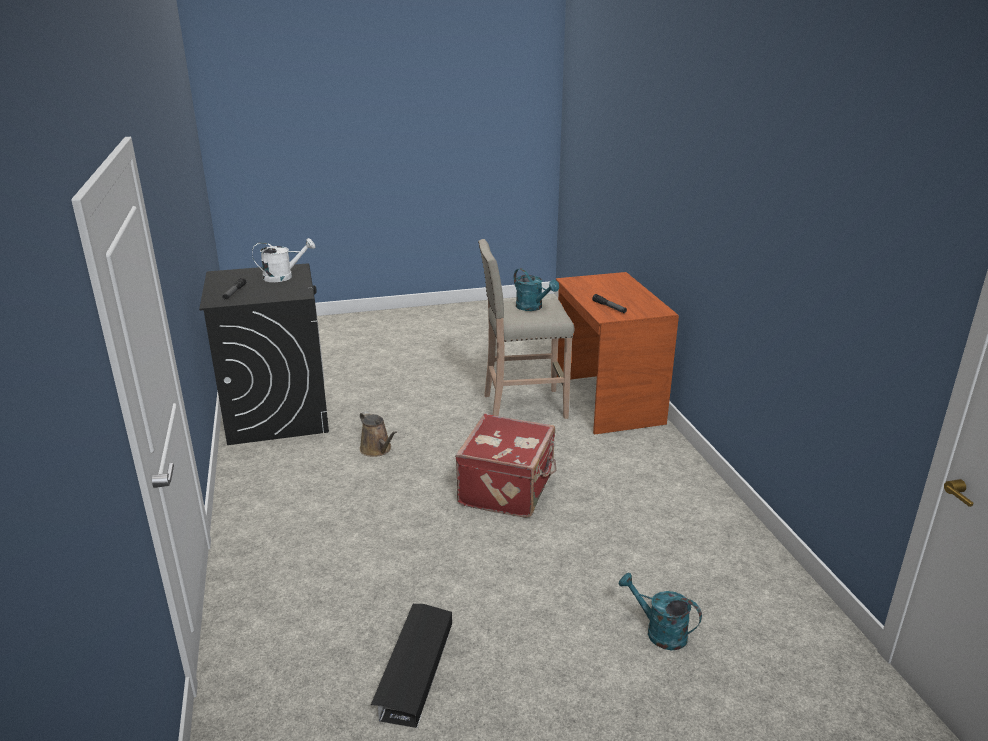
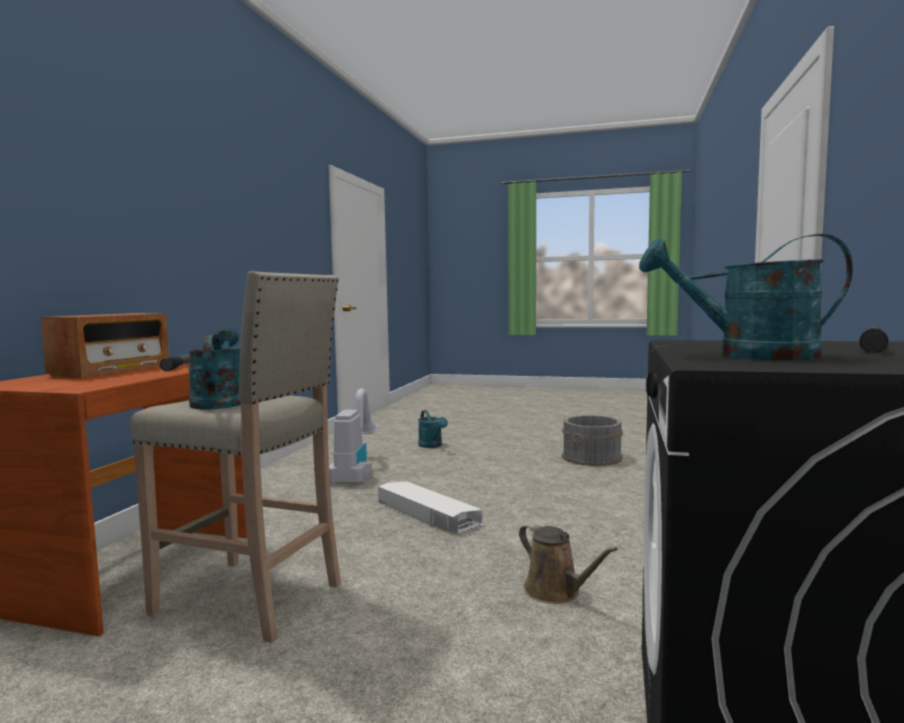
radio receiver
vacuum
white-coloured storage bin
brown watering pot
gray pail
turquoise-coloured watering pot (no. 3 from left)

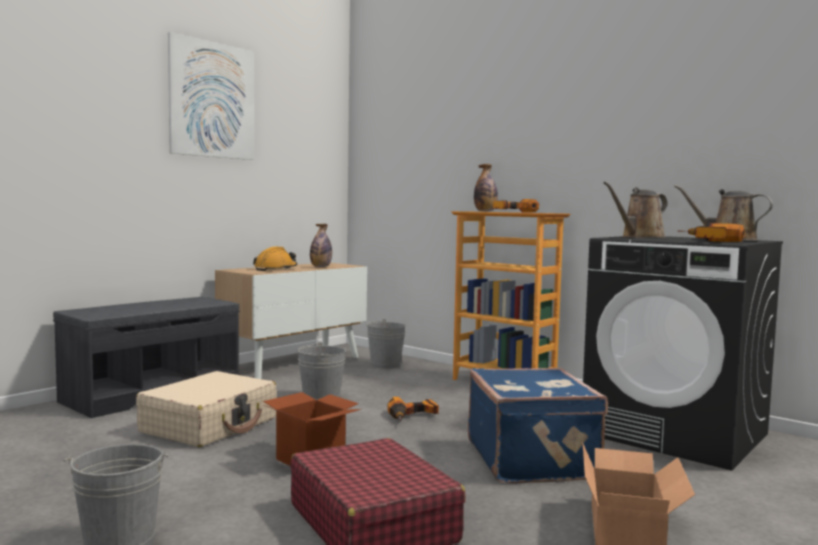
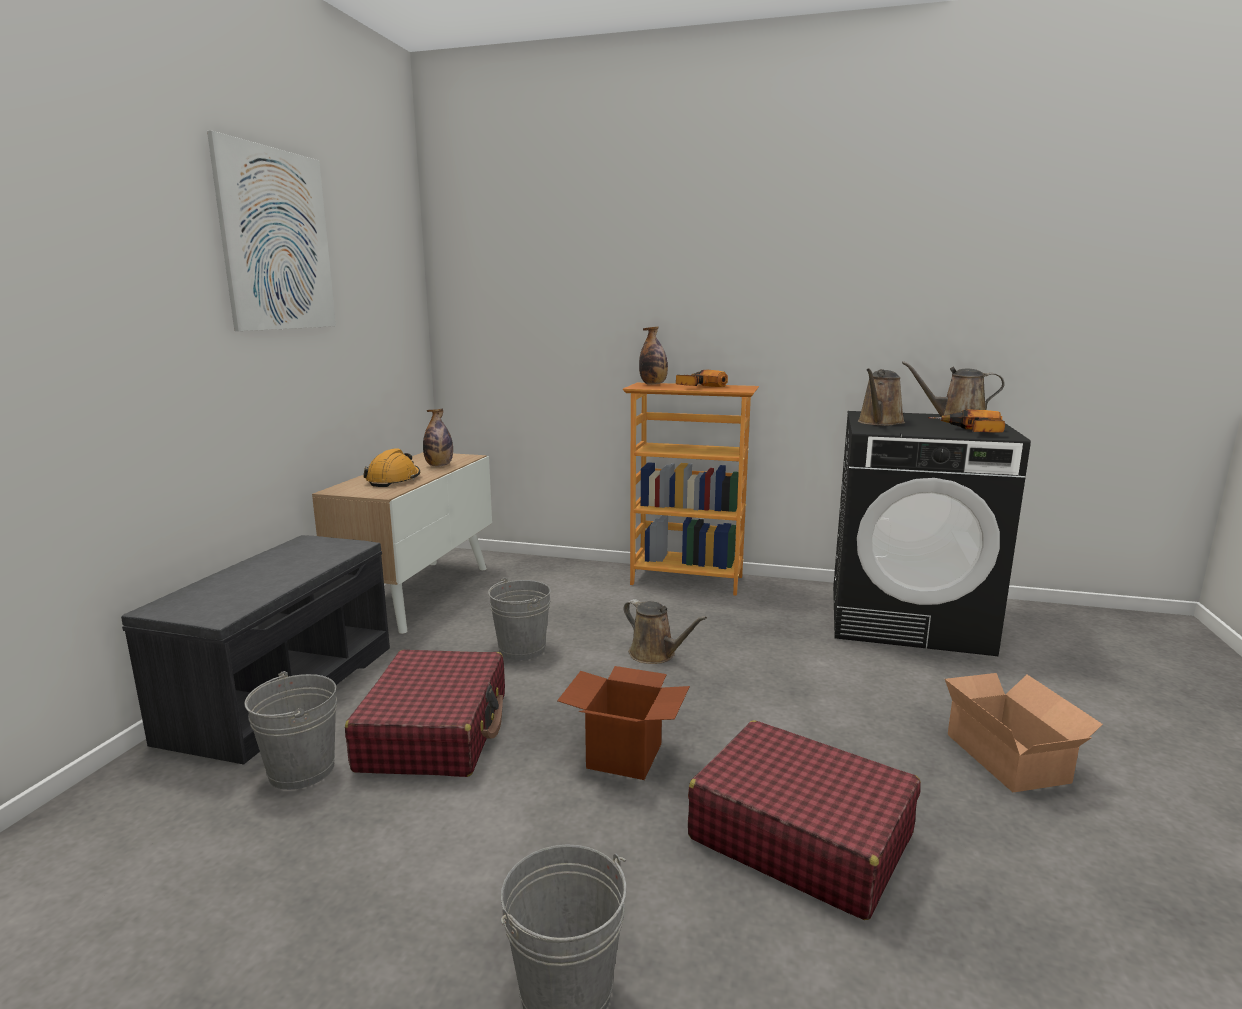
gray pail (no. 1 from left)
reddish piece of luggage (no. 1 from left)
brown watering pot (no. 1 from left)
blue piece of luggage

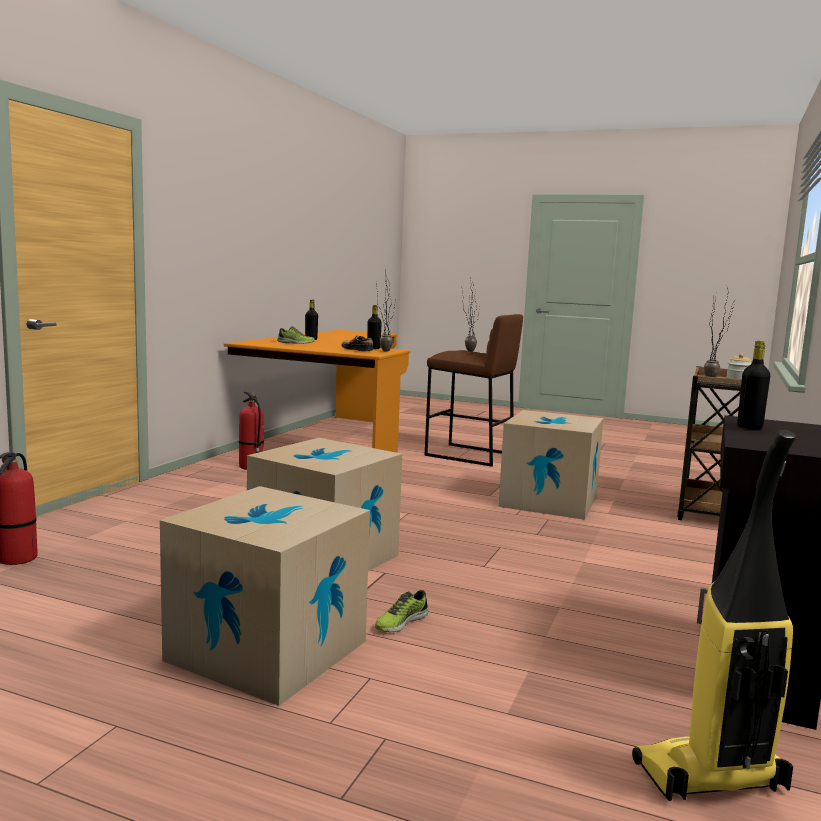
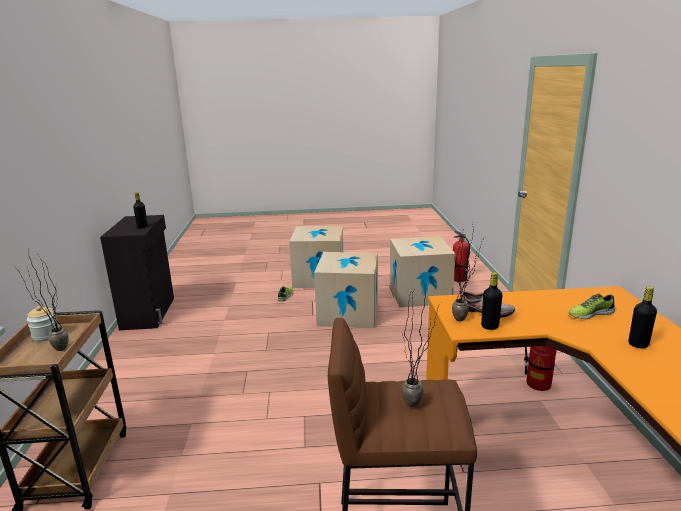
carton (no. 3 from left)
vacuum

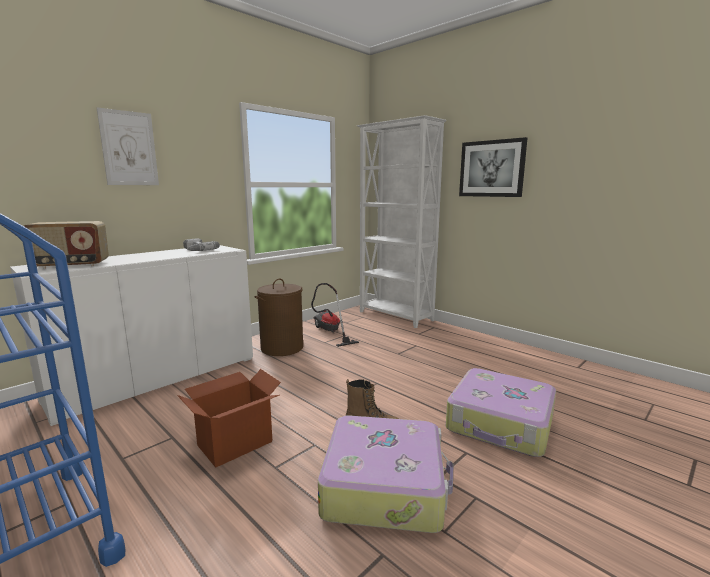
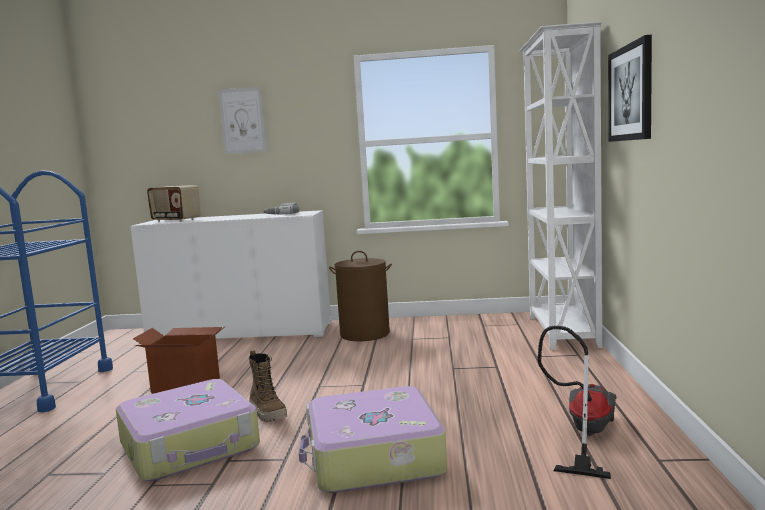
vacuum

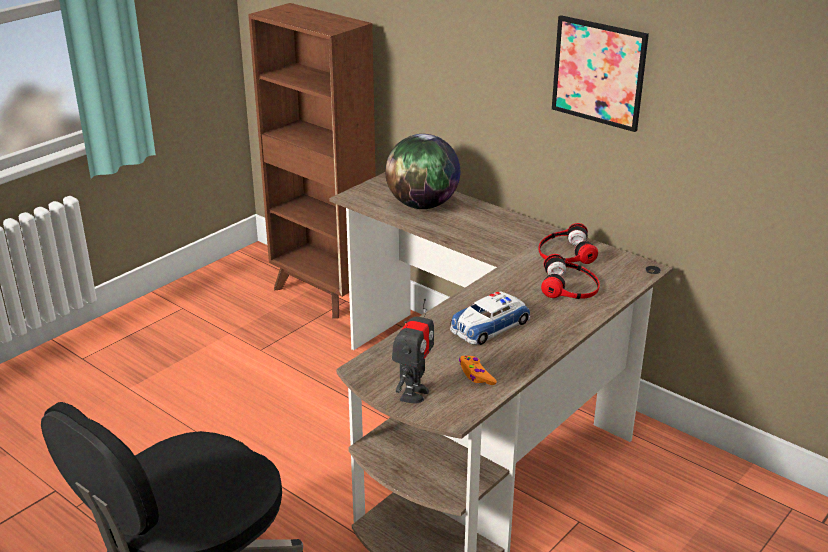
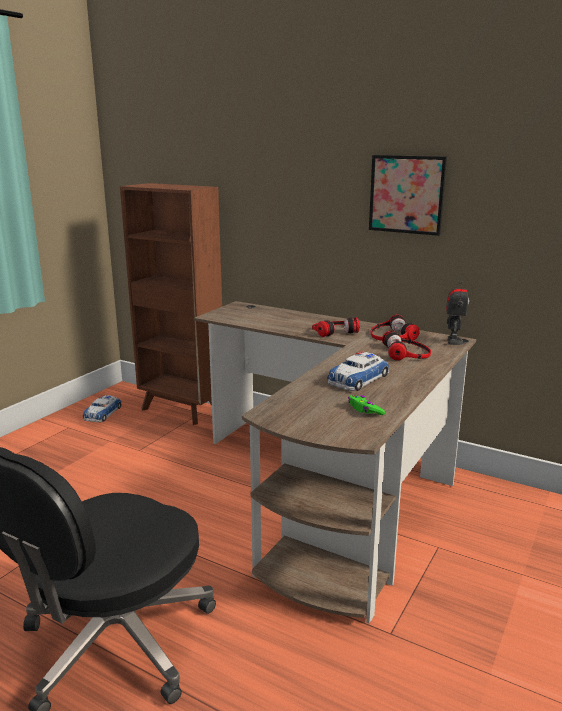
model car (no. 1 from left)
headphones (no. 1 from left)
green-coloured joypad
robot figure
globe

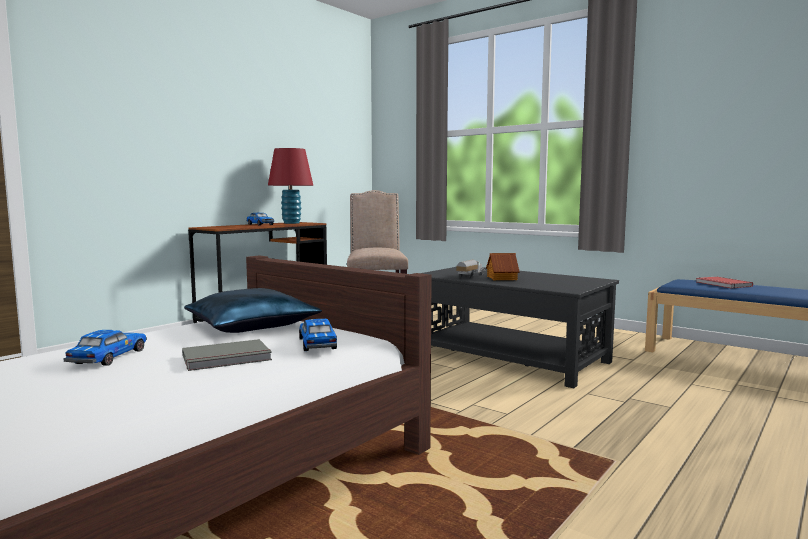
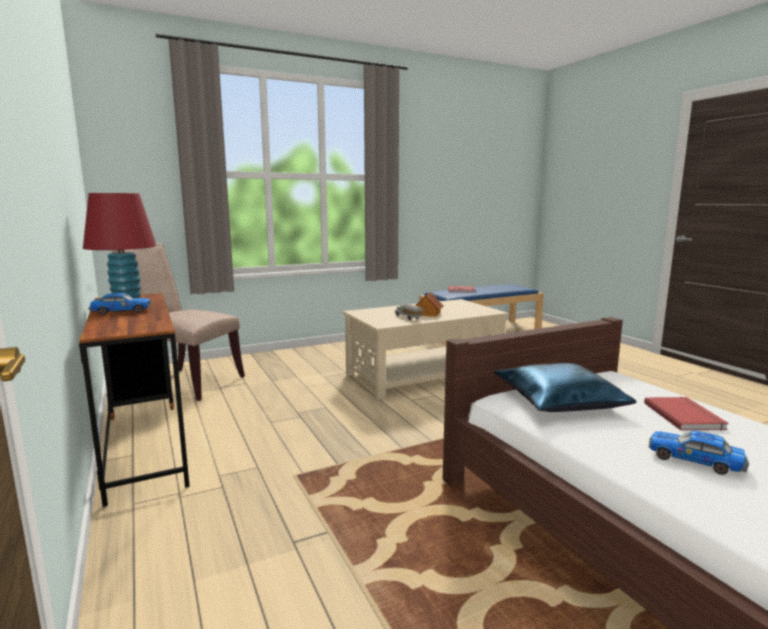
sand-coloured coffee table
reddish book (no. 2 from left)
model car (no. 3 from left in the first image)

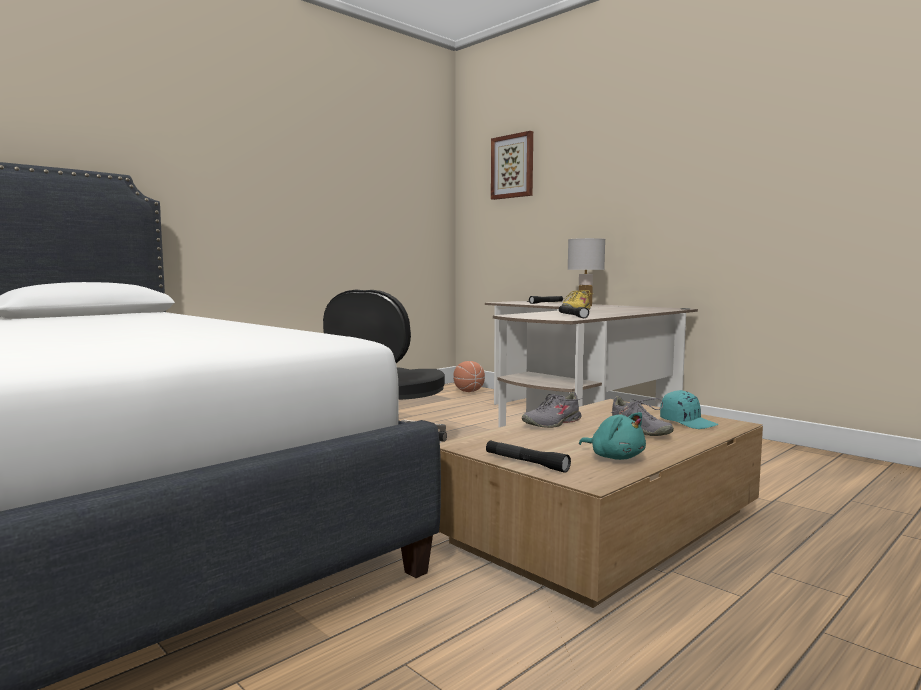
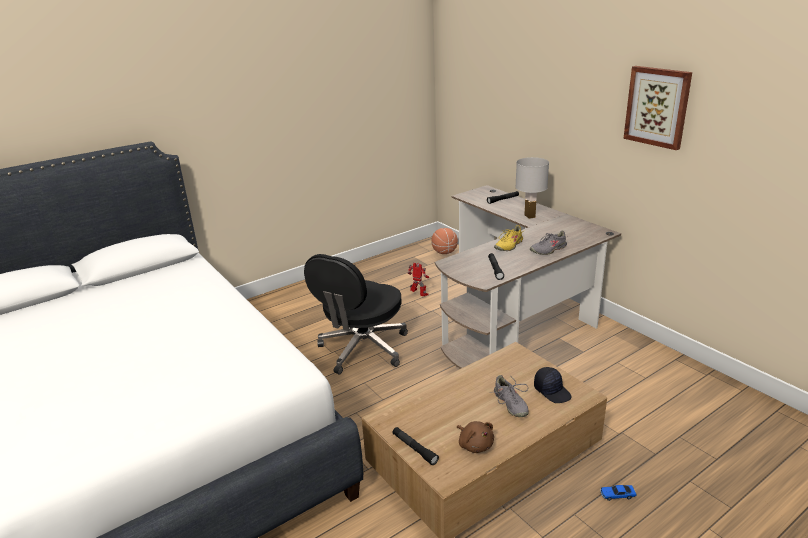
robot figure
brown soft toy
gray item of footwear (no. 2 from left)
blackish cap
model car
wall art

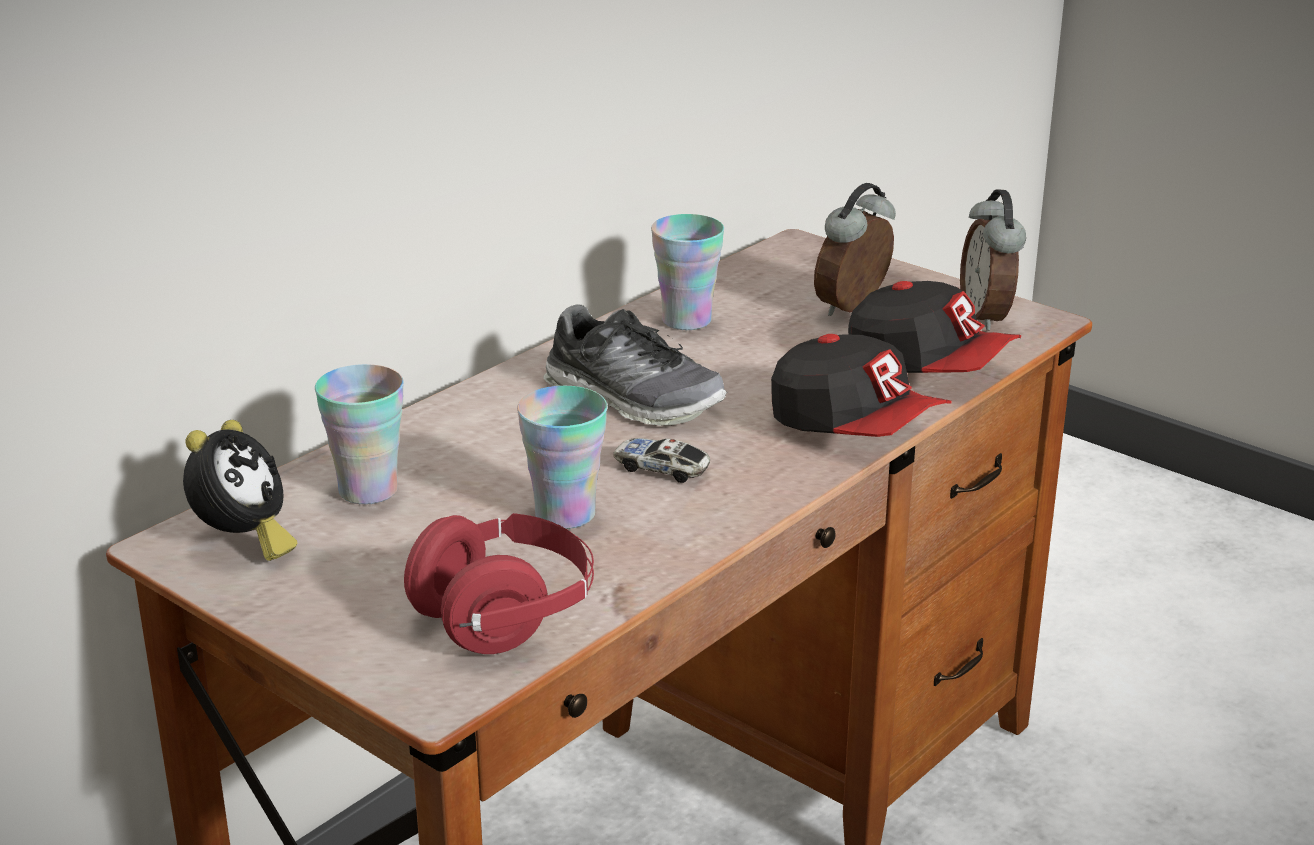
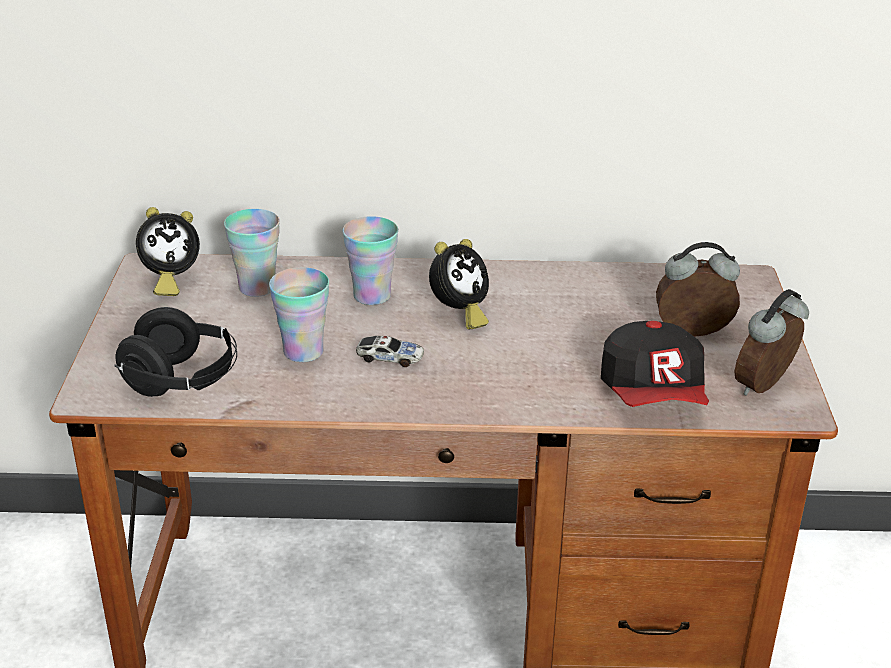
blackish headphones
cup (no. 3 from left)
model car
table clock (no. 2 from left)
cap (no. 1 from left in the first image)

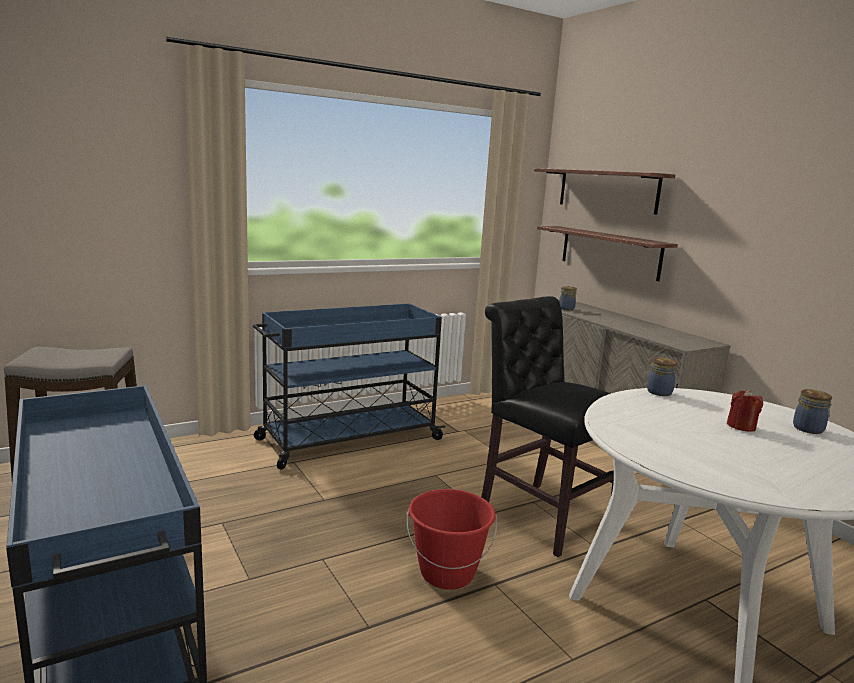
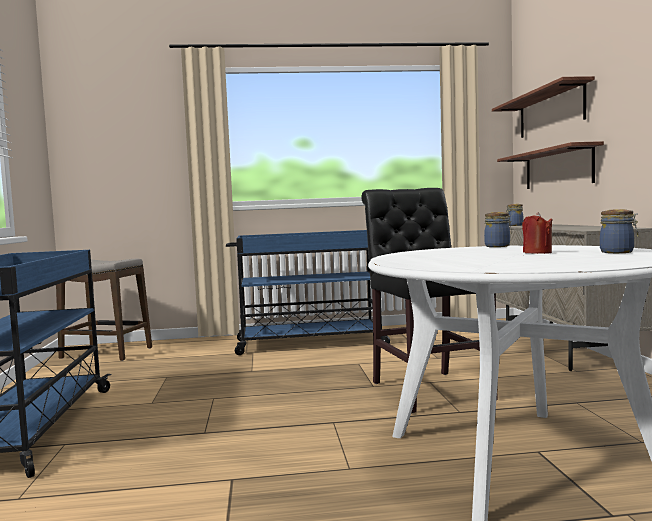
reddish pail

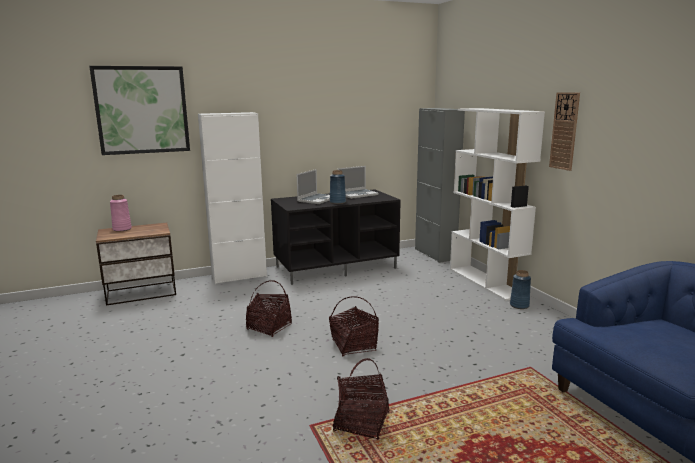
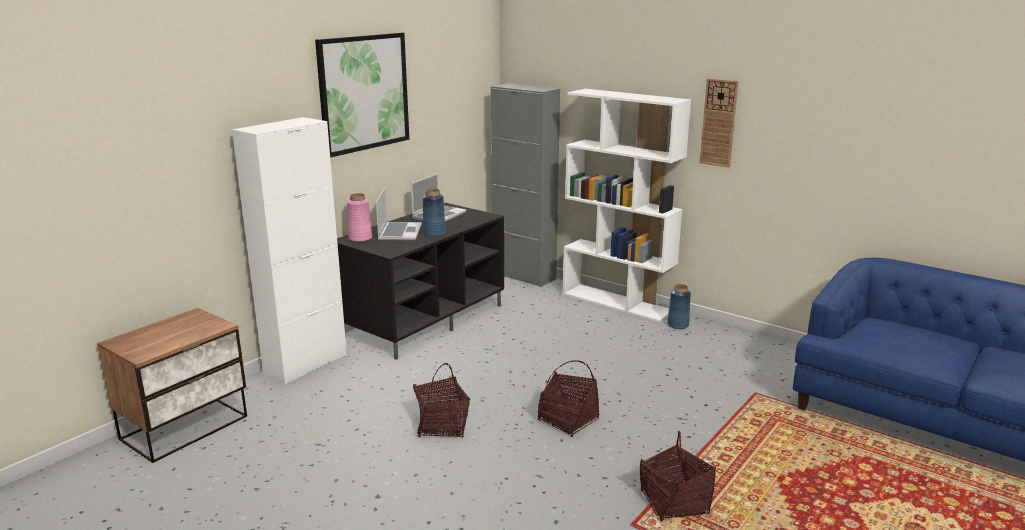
wall art
pink decorative vase

